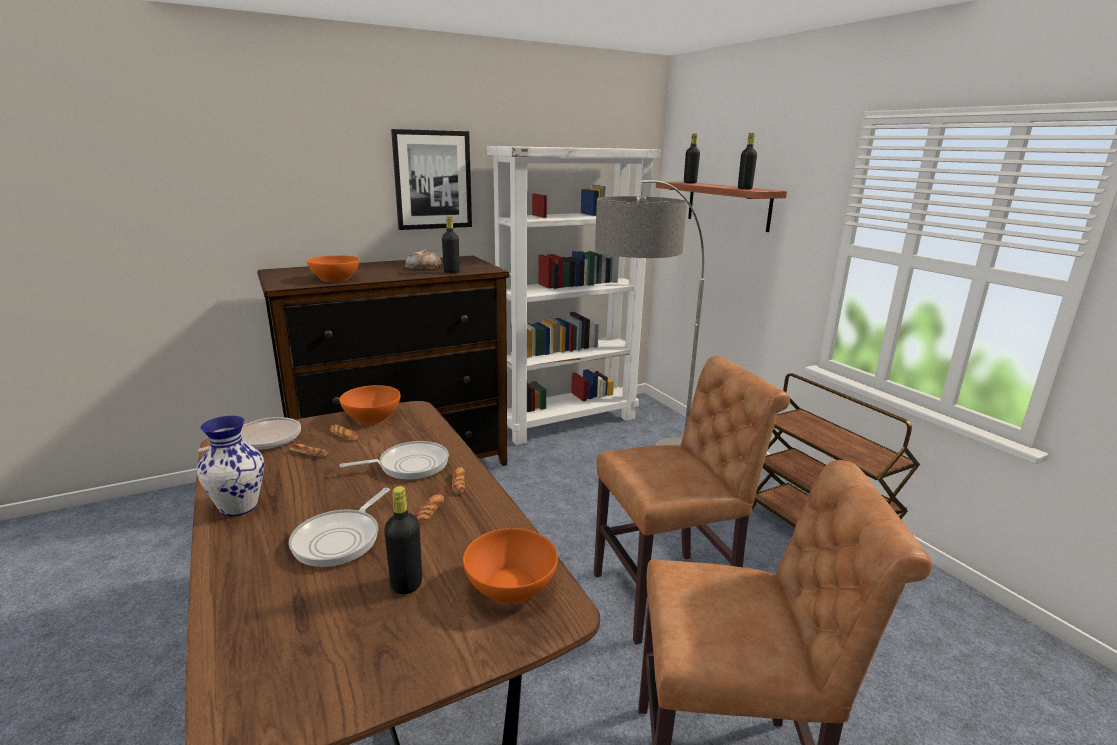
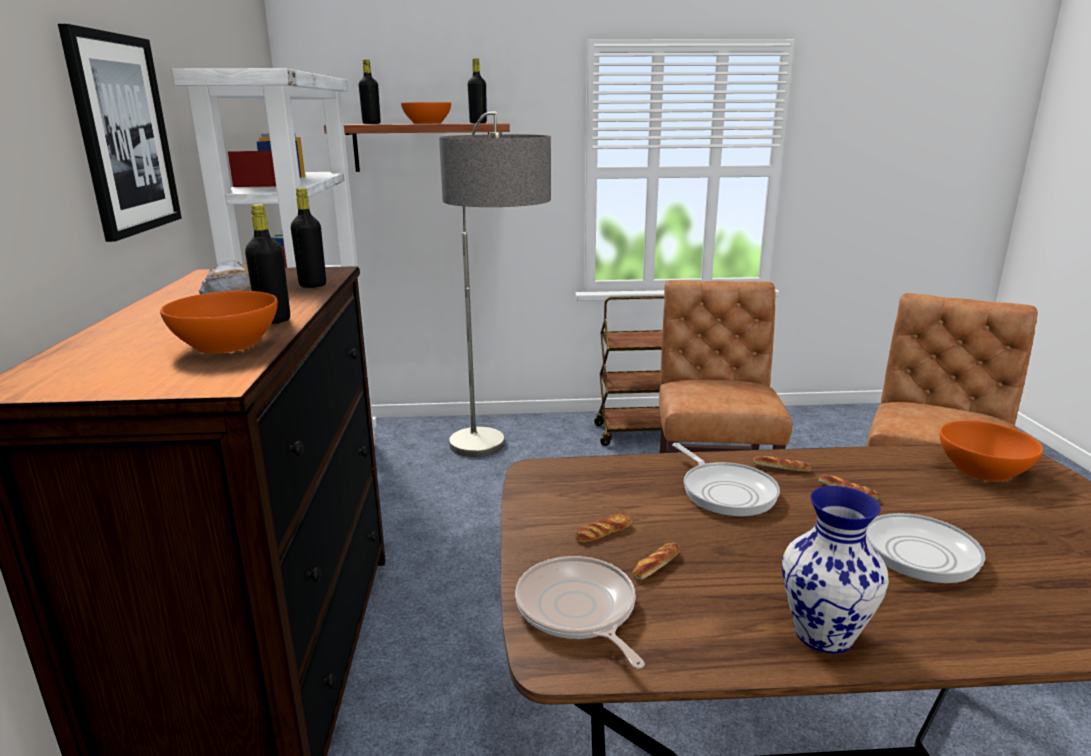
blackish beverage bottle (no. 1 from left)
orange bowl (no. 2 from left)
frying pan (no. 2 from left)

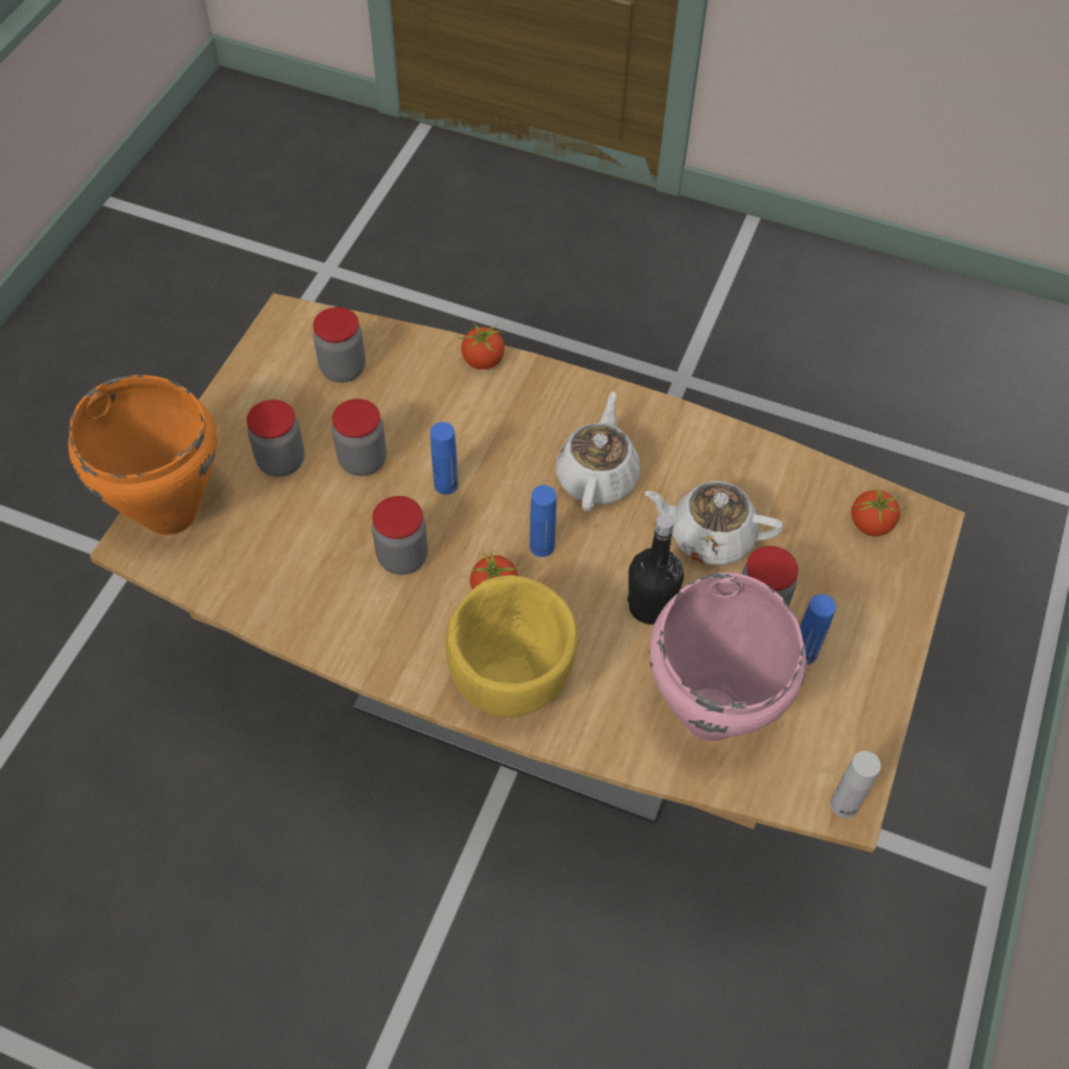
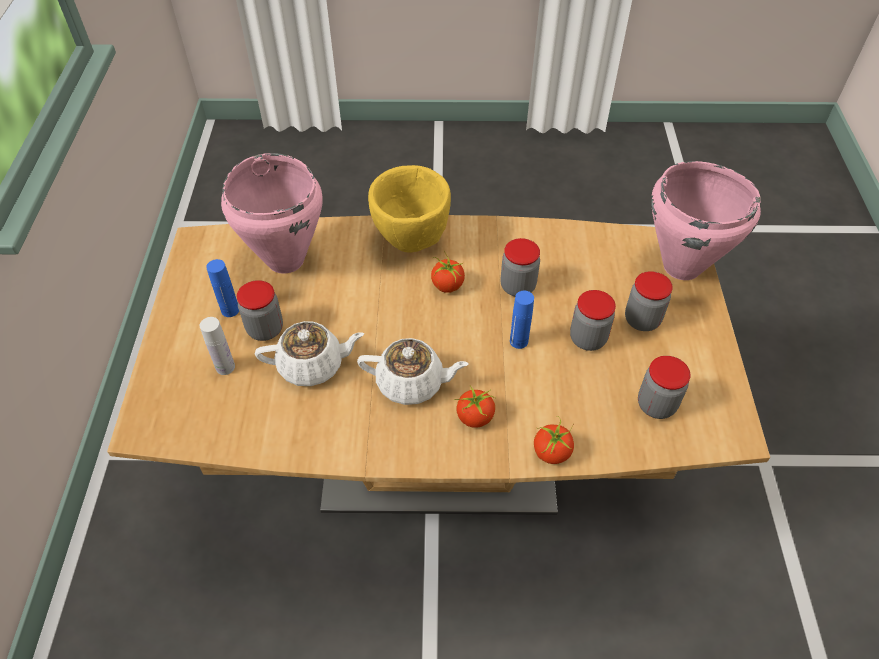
white-coloured beverage bottle
white-coloured teapot (no. 2 from left)
tomato (no. 2 from left)
pink saucepot (no. 2 from left)
blue beverage bottle (no. 2 from left in the first image)
blackish beverage bottle

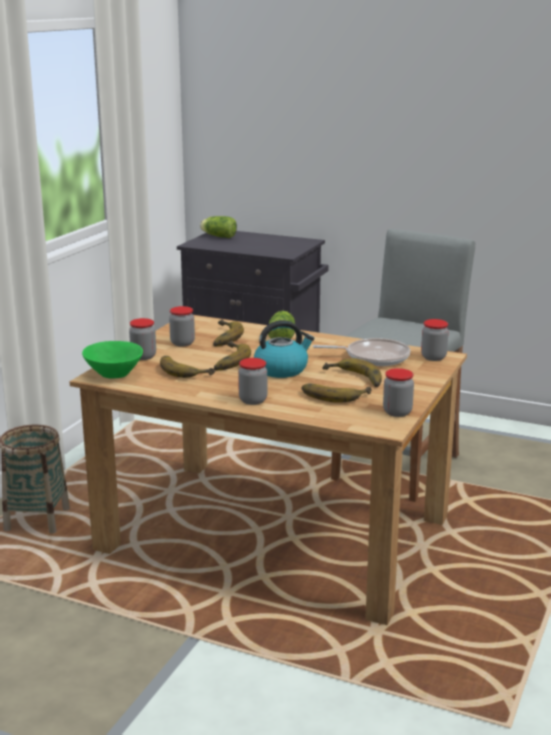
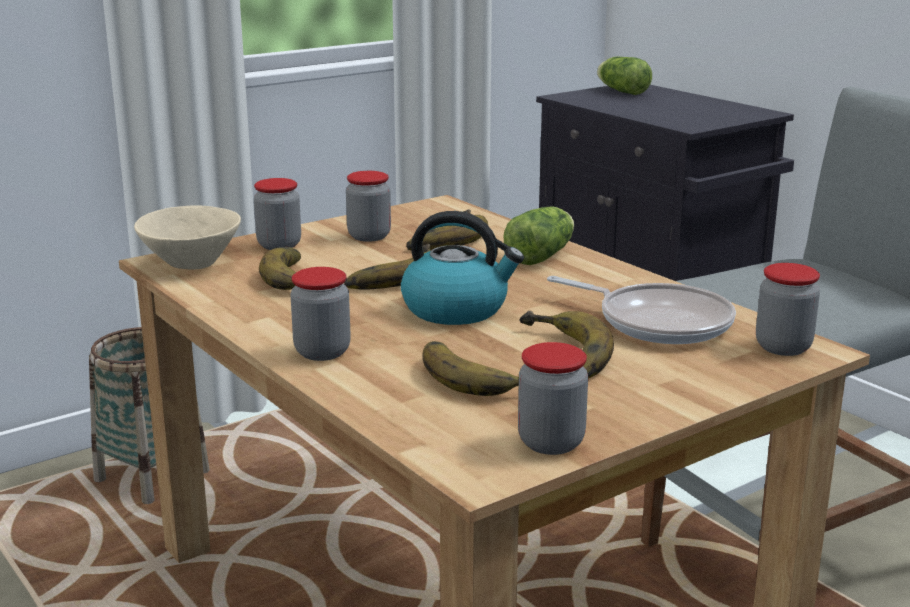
sand-coloured bowl

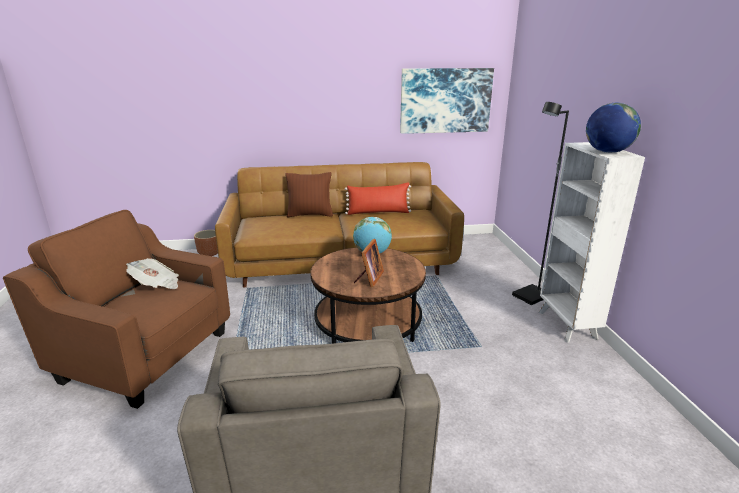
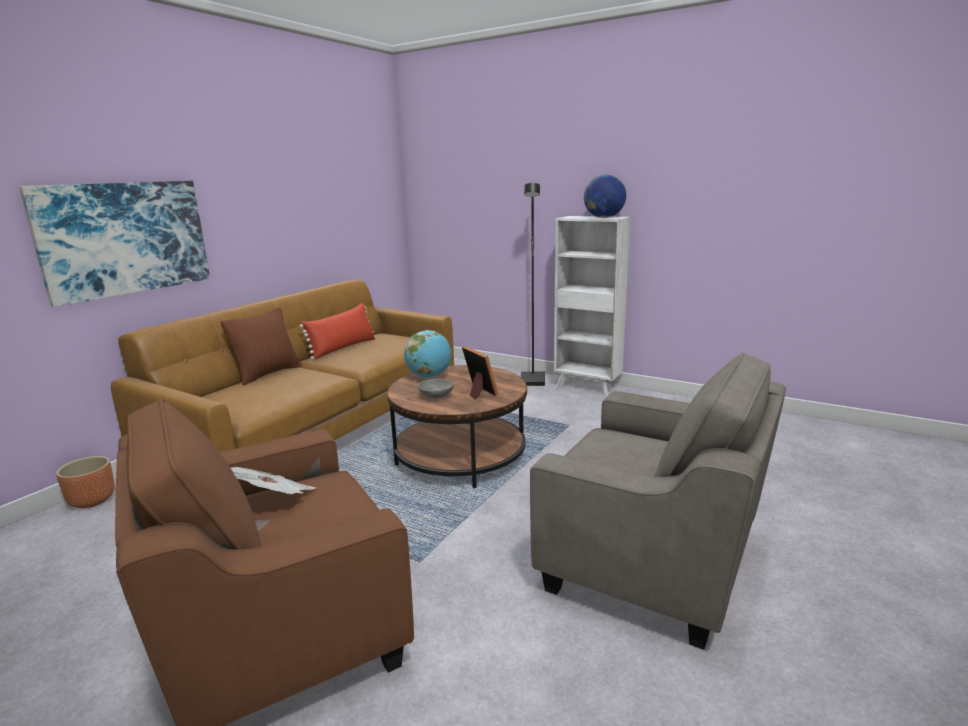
wall art
gray bowl

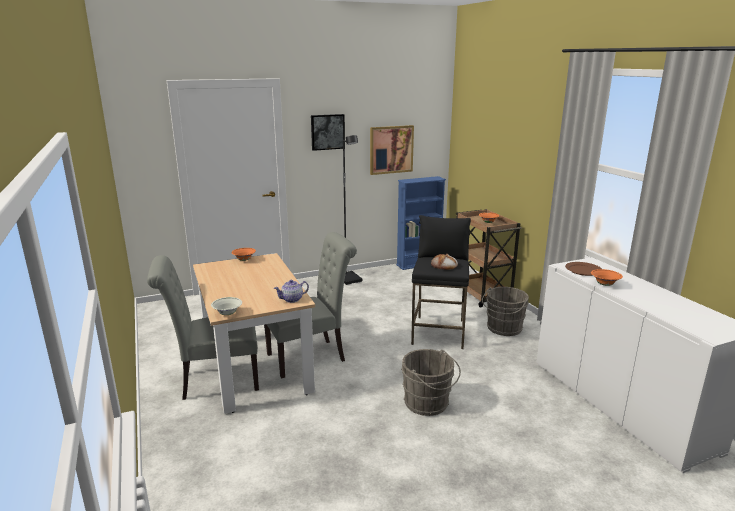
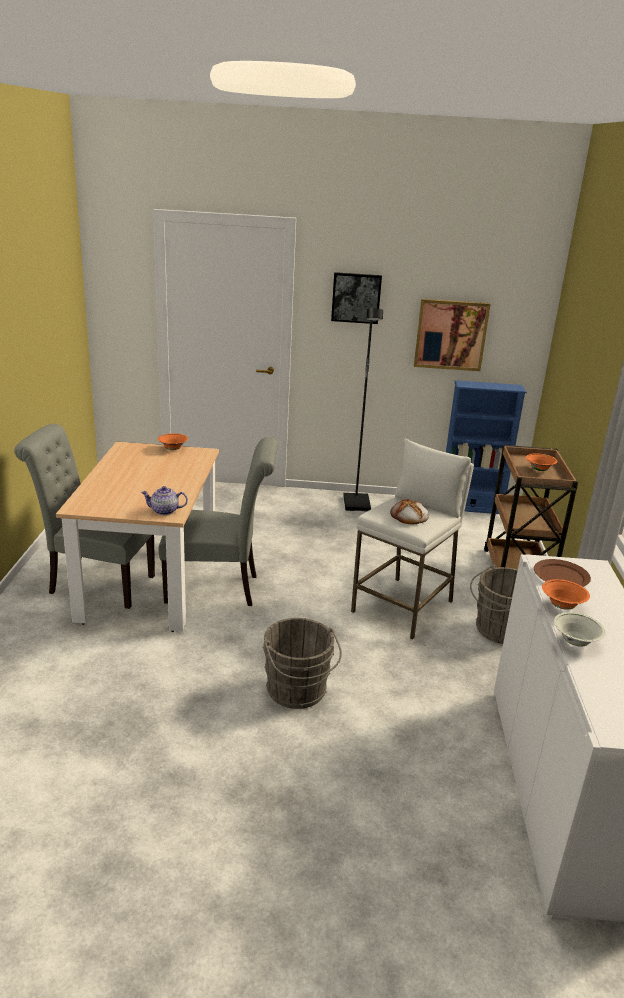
white-coloured stool
white-coloured bowl

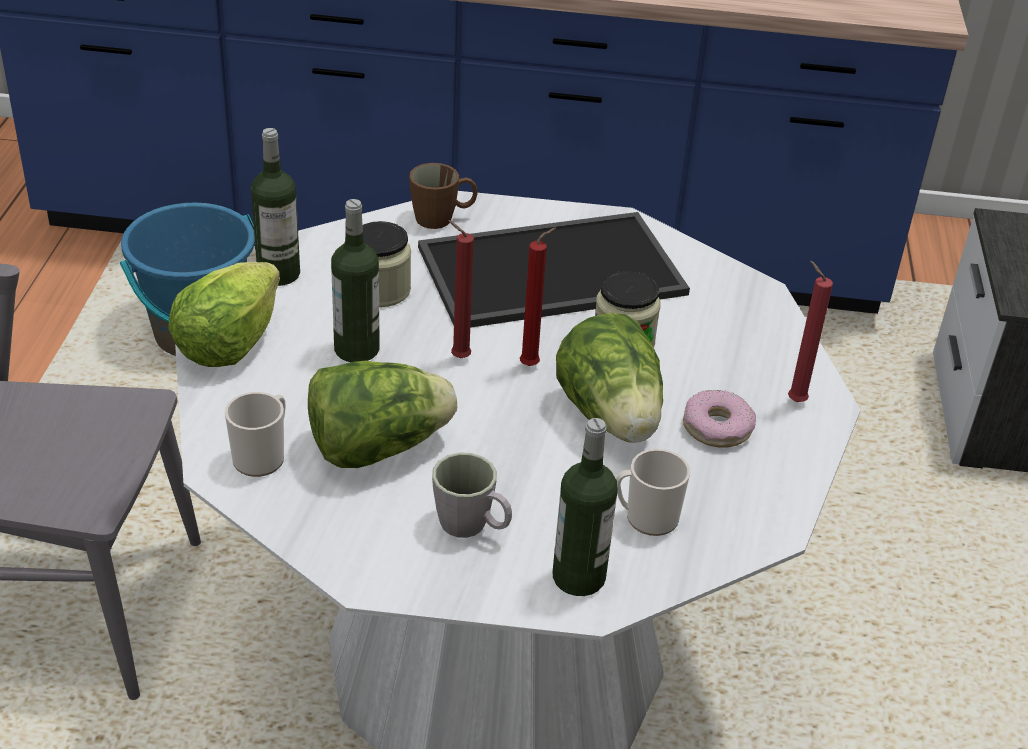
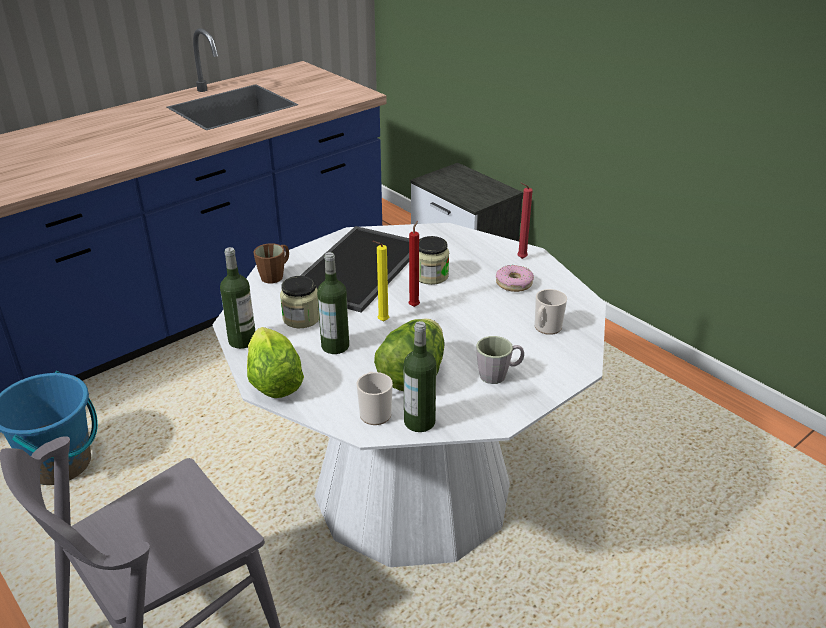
yellow candle
beverage bottle (no. 3 from left)
lettuce (no. 3 from left in the first image)

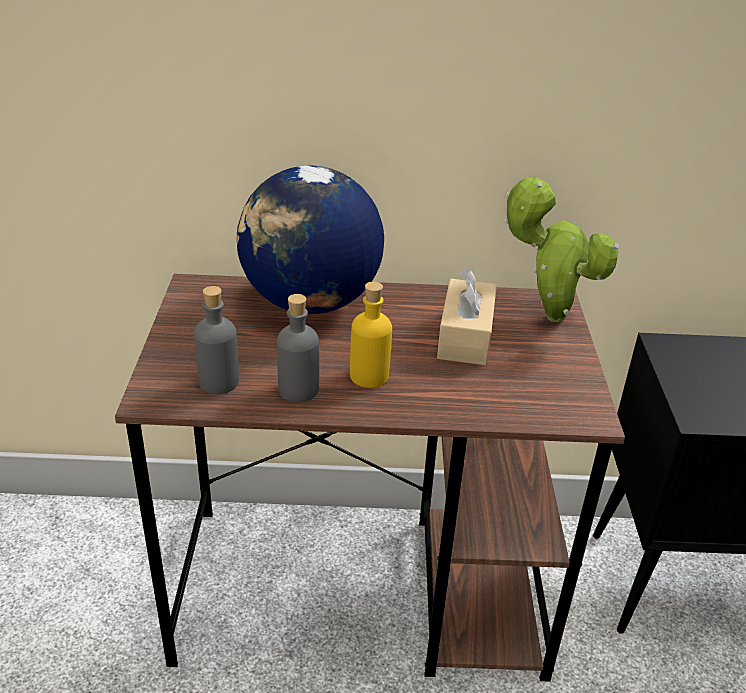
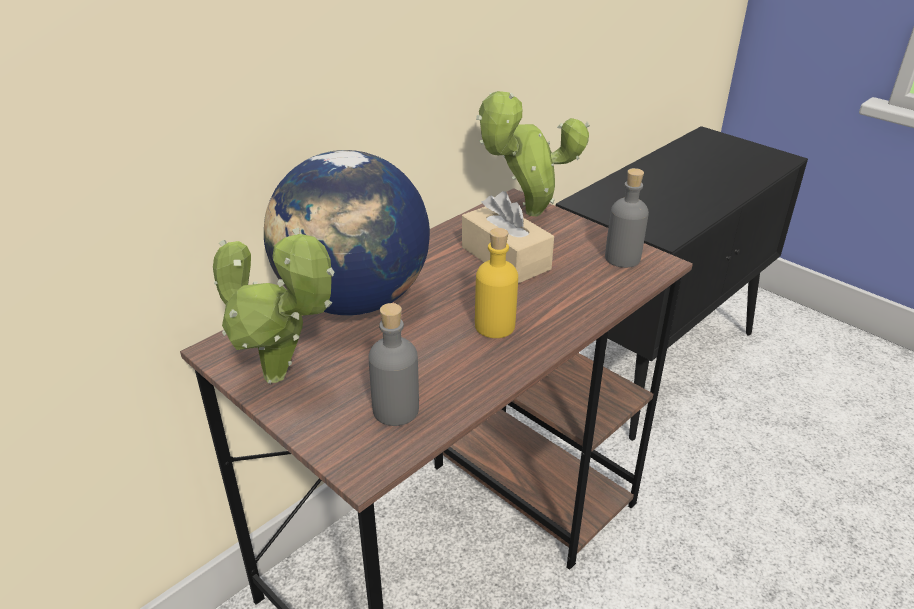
potted plant (no. 1 from left)
gray beverage bottle (no. 2 from left)

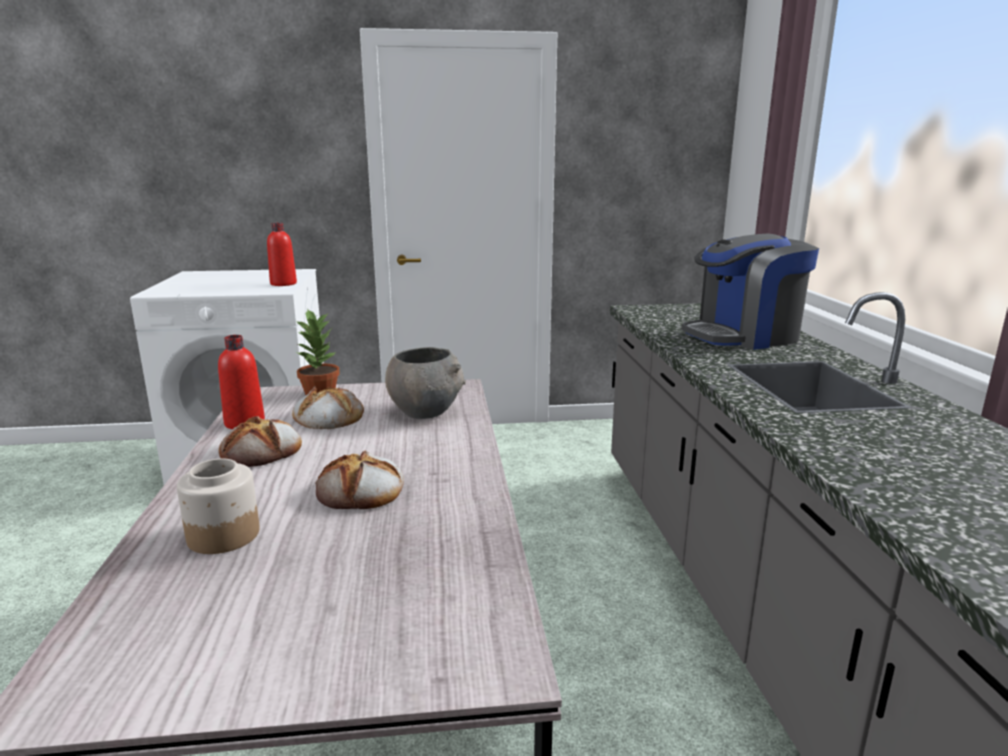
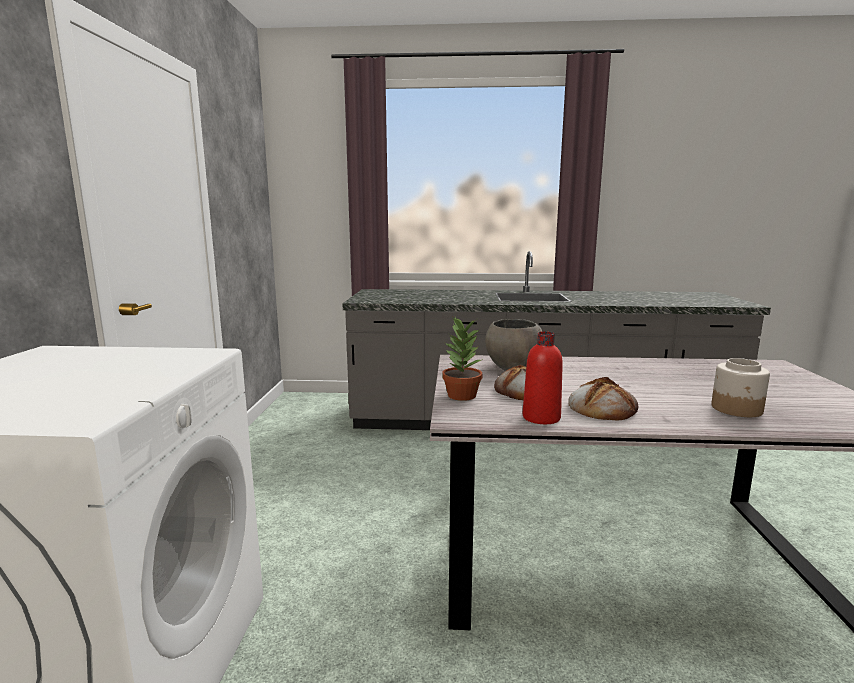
reddish beverage bottle (no. 2 from left in the first image)
baked bread (no. 3 from left in the first image)
coffee maker

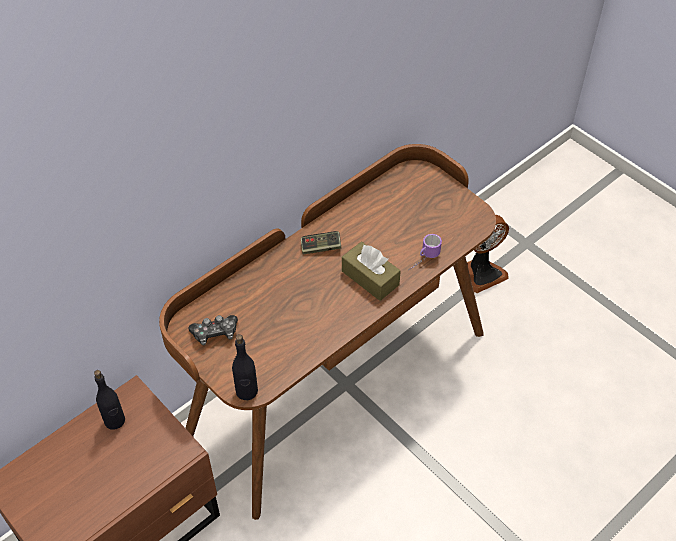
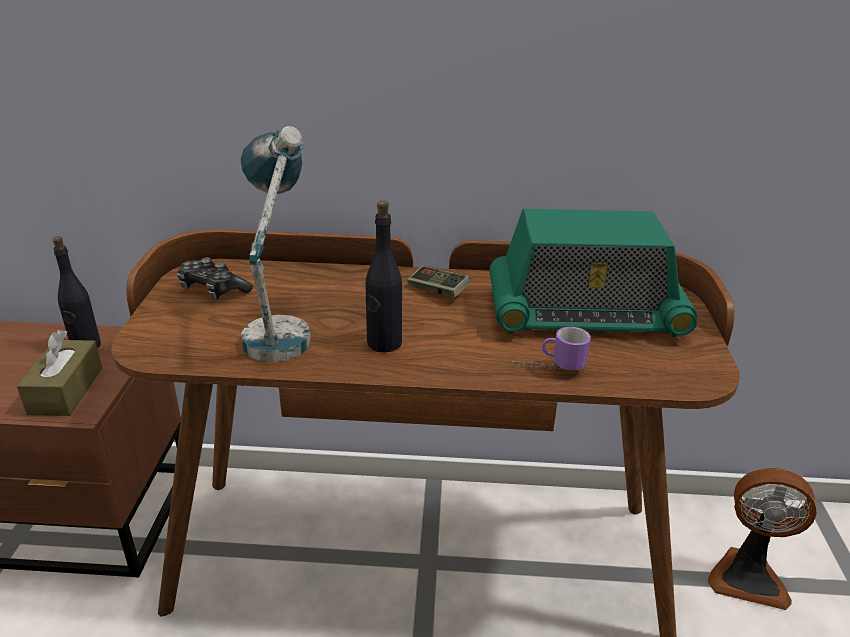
brown box of tissues
tabletop lamp
blackish beverage bottle (no. 2 from left)
radio receiver

